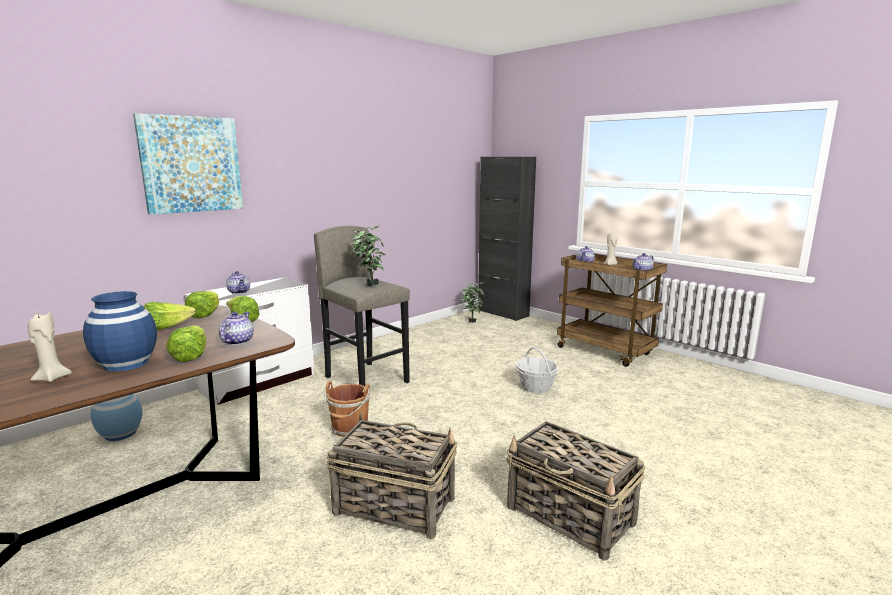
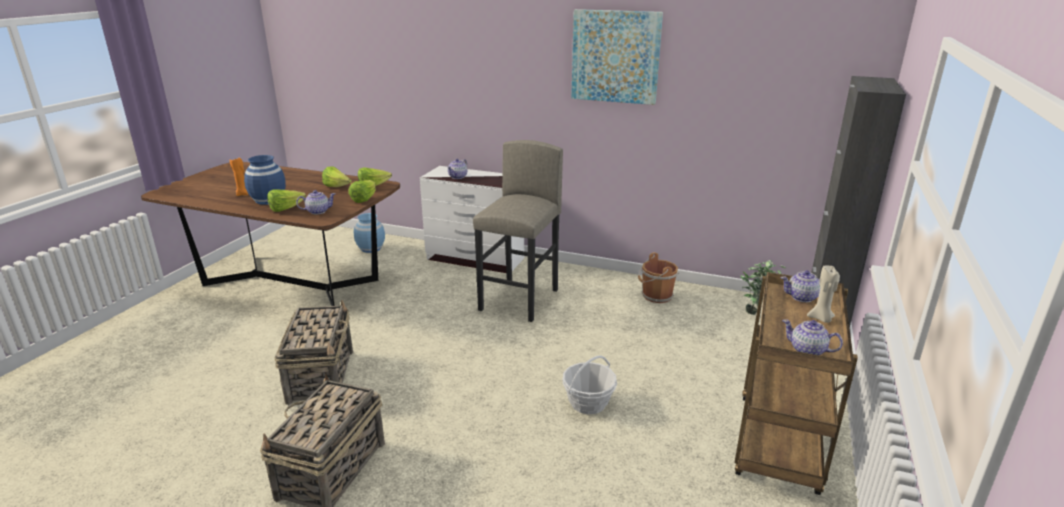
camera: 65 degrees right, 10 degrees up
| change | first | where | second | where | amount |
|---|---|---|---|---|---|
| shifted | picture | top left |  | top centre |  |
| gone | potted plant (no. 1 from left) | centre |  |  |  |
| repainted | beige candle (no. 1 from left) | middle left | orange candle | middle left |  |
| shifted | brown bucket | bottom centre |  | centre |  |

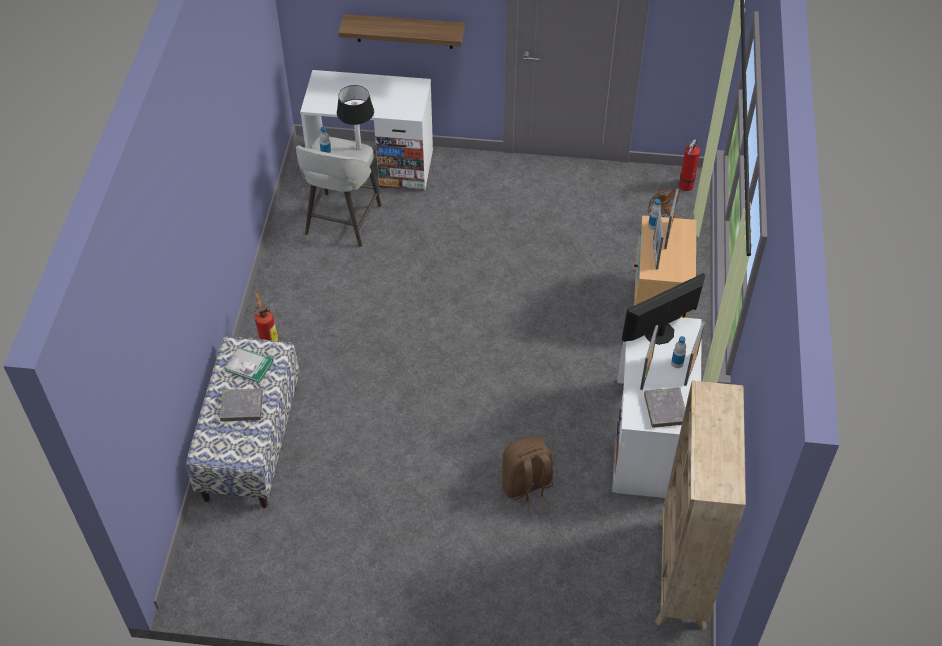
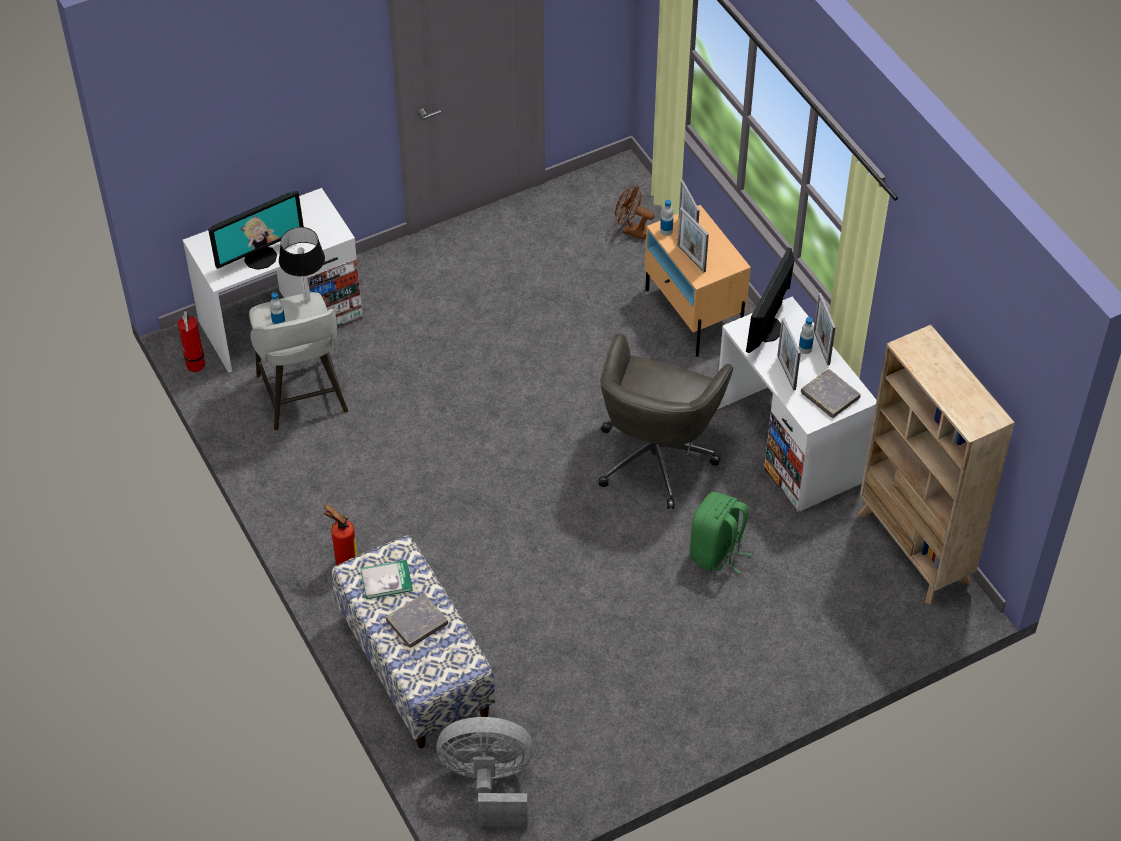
camera: 35 degrees left, 0 degrees up
| change | first | where | second | where | amount |
|---|---|---|---|---|---|
| gone | shelf | top centre |  |  |  |
| shifted | fire extinguisher (no. 2 from left in the first image) | top right | fire extinguisher (no. 1 from left) | middle left |  |
| repainted | brown backpack | bottom centre | green backpack | centre |  |
| new |  |  | monitor (no. 1 from left) | top left |  |
| new |  |  | grey office chair | centre |  |
| new |  |  | grey fan | bottom centre |  |

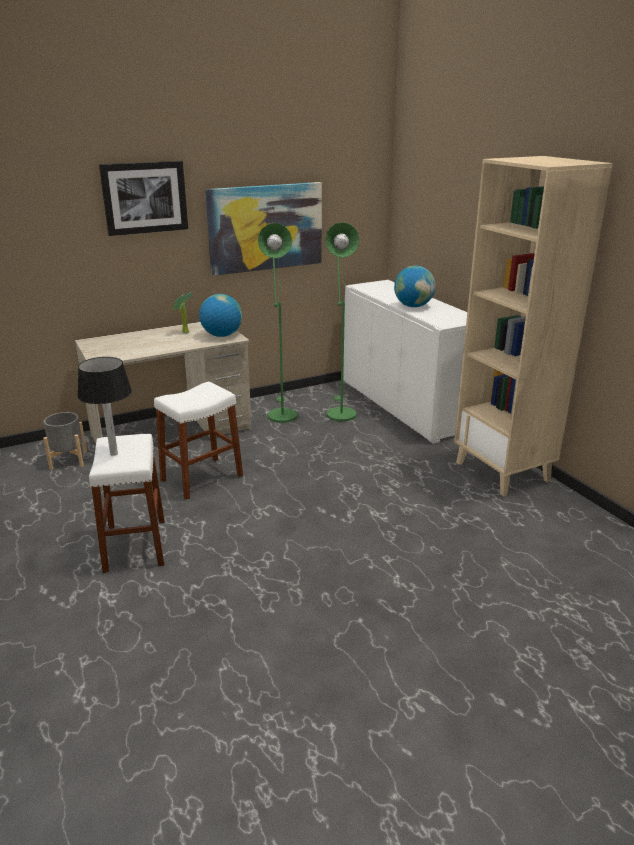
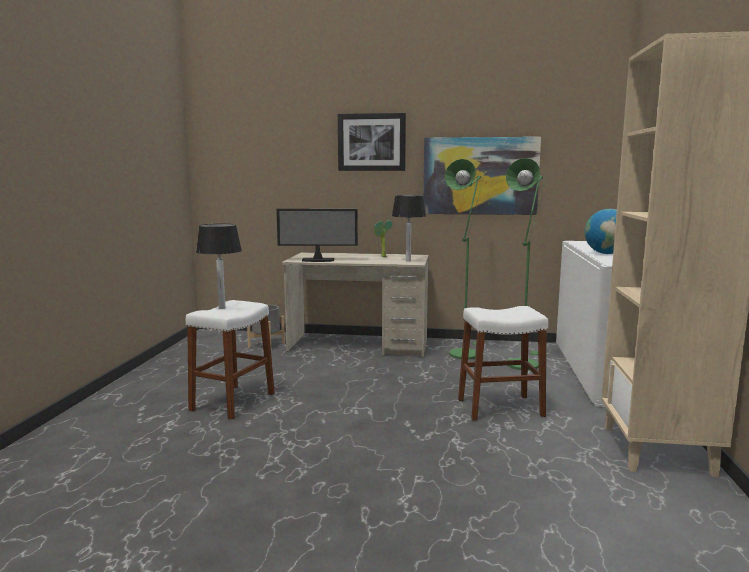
camera: 35 degrees right, 15 degrees down
| change | first | where | second | where | amount |
|---|---|---|---|---|---|
| swapped | globe (no. 1 from left) | centre | table lamp (no. 2 from left) | centre |  |
| shifted | white stool (no. 2 from left) | middle left |  | middle right |  |
| new |  |  | monitor | centre |  |

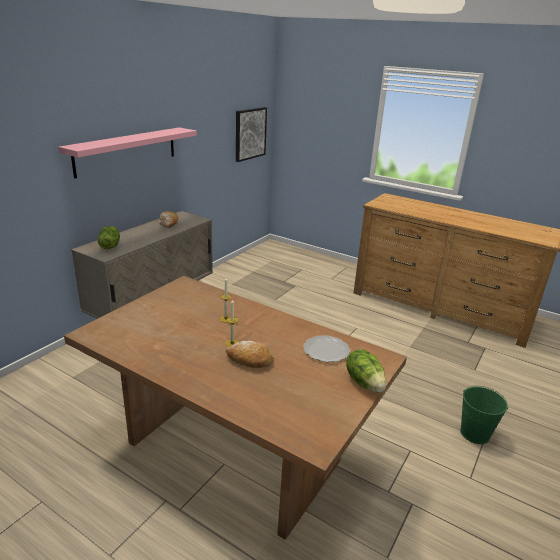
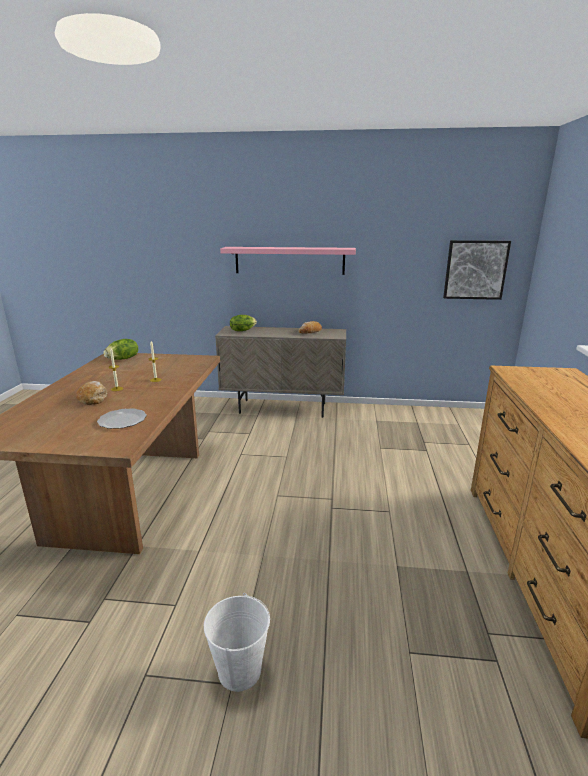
camera: 65 degrees right, 5 degrees down
| change | first | where | second | where | amount |
|---|---|---|---|---|---|
| shifted | lettuce (no. 2 from left in the first image) | centre | lettuce (no. 1 from left) | middle left |  |
| repainted | green bucket | bottom right | white bucket | bottom centre |  |

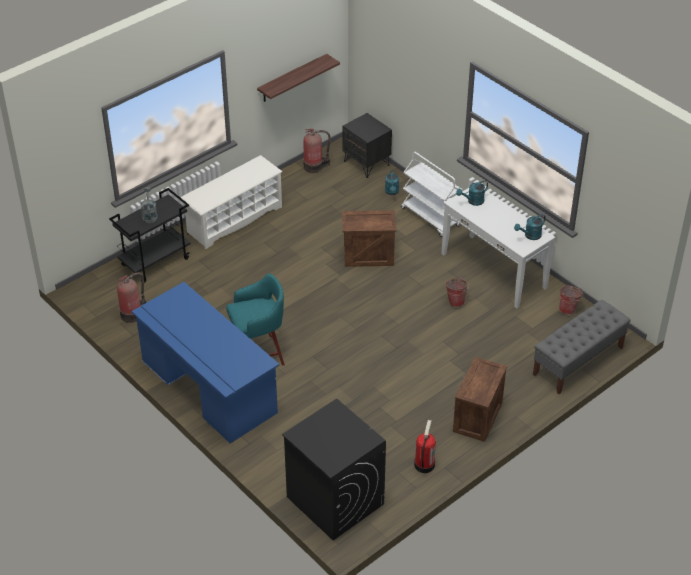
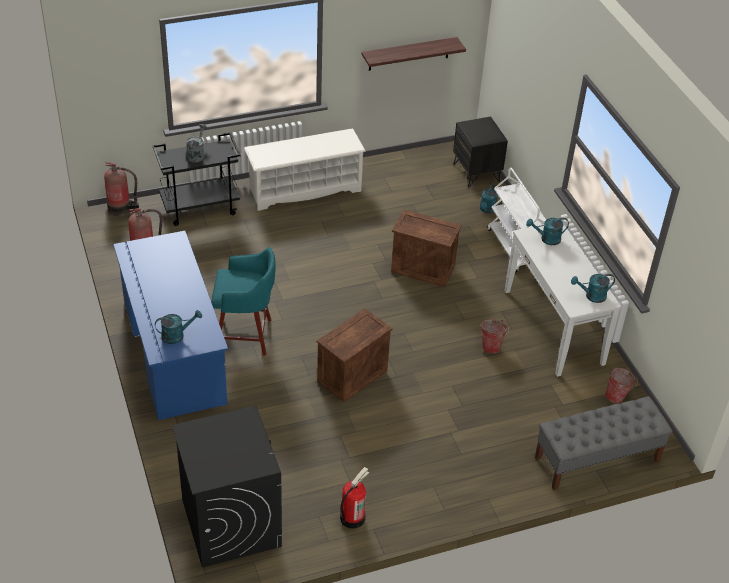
camera: 20 degrees right, 0 degrees up
| change | first | where | second | where | amount |
|---|---|---|---|---|---|
| shifted | fire extinguisher (no. 2 from left in the first image) | top centre | fire extinguisher (no. 1 from left) | top left |  |
| shifted | crate (no. 2 from left in the first image) | bottom right | crate (no. 1 from left) | centre |  |
| new |  |  | turquoise watering can (no. 1 from left) | middle left |  |

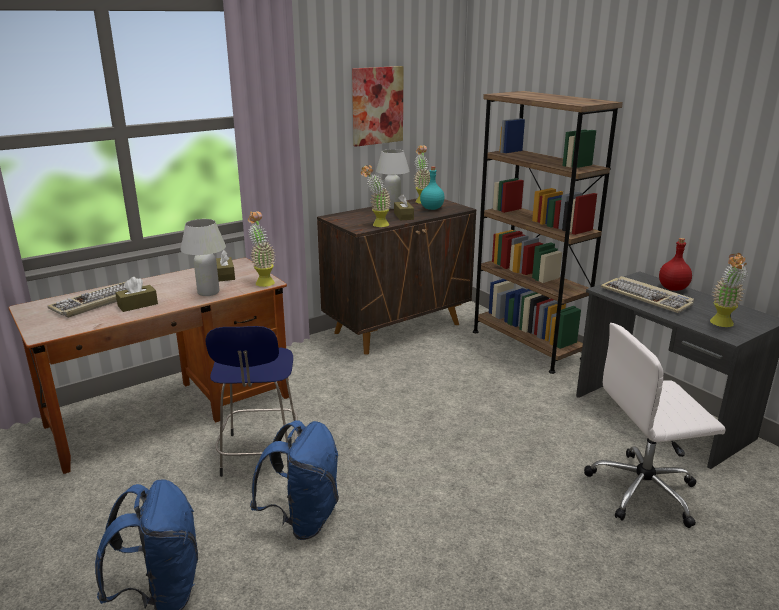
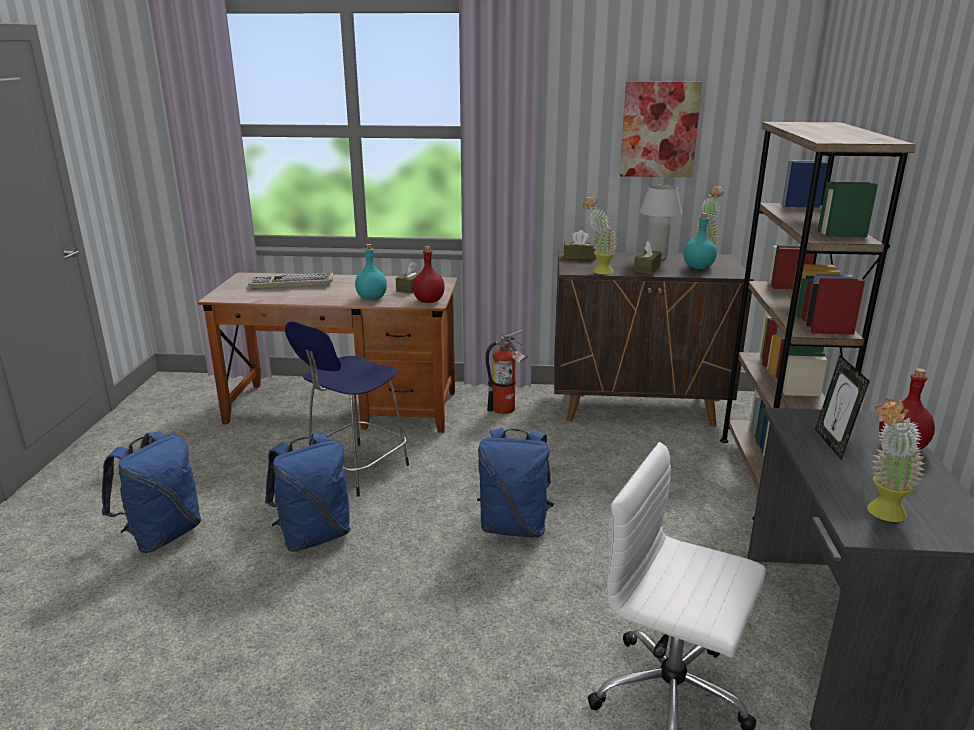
camera: 40 degrees right, 0 degrees up
| change | first | where | second | where | amount |
|---|---|---|---|---|---|
| swapped | potted plant (no. 1 from left) | centre | red bottle (no. 1 from left) | centre |  |
| swapped | white table lamp (no. 1 from left) | middle left | turquoise bottle (no. 1 from left) | centre |  |
| swapped | keyboard (no. 2 from left) | middle right | picture frame | middle right |  |
| shifted | brown tissue box (no. 1 from left in the first image) | middle left | brown tissue box (no. 2 from left) | centre |  |
| new |  |  | fire extinguisher | centre |  |
| new |  |  | blue backpack (no. 3 from left) | centre |  |

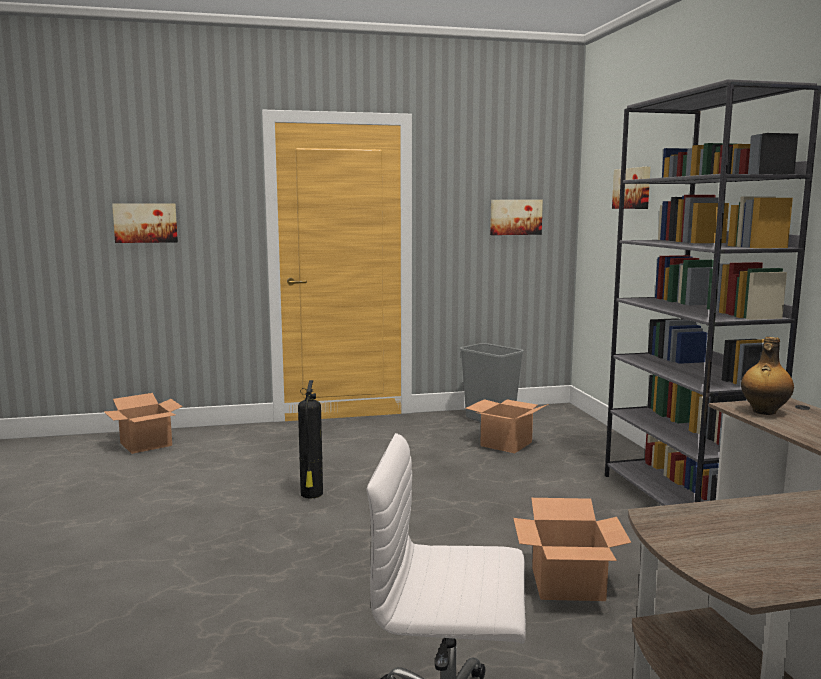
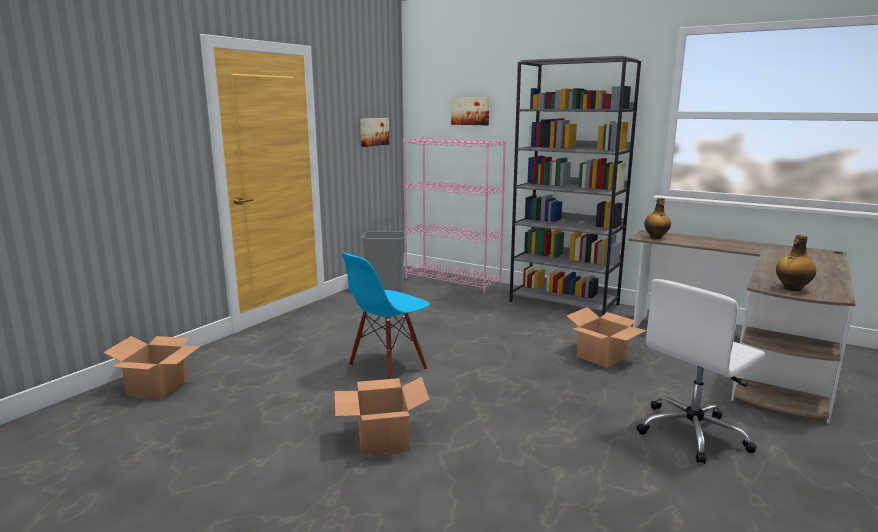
camera: 45 degrees left, 5 degrees up
| change | first | where | second | where | amount |
|---|---|---|---|---|---|
| gone | picture (no. 1 from left) | top left |  |  |  |
| swapped | fire extinguisher | centre | blue chair | centre |  |
| shifted | cardboard box (no. 2 from left) | centre |  | bottom centre |  |
| new |  |  | pink bookcase | centre |  |
| new |  |  | bottle (no. 2 from left) | middle right |  |

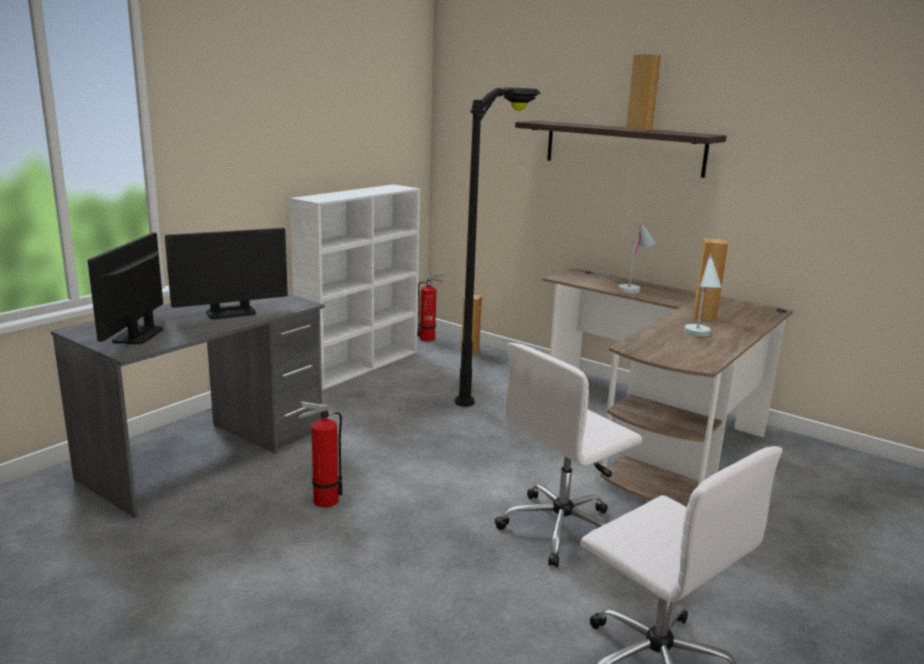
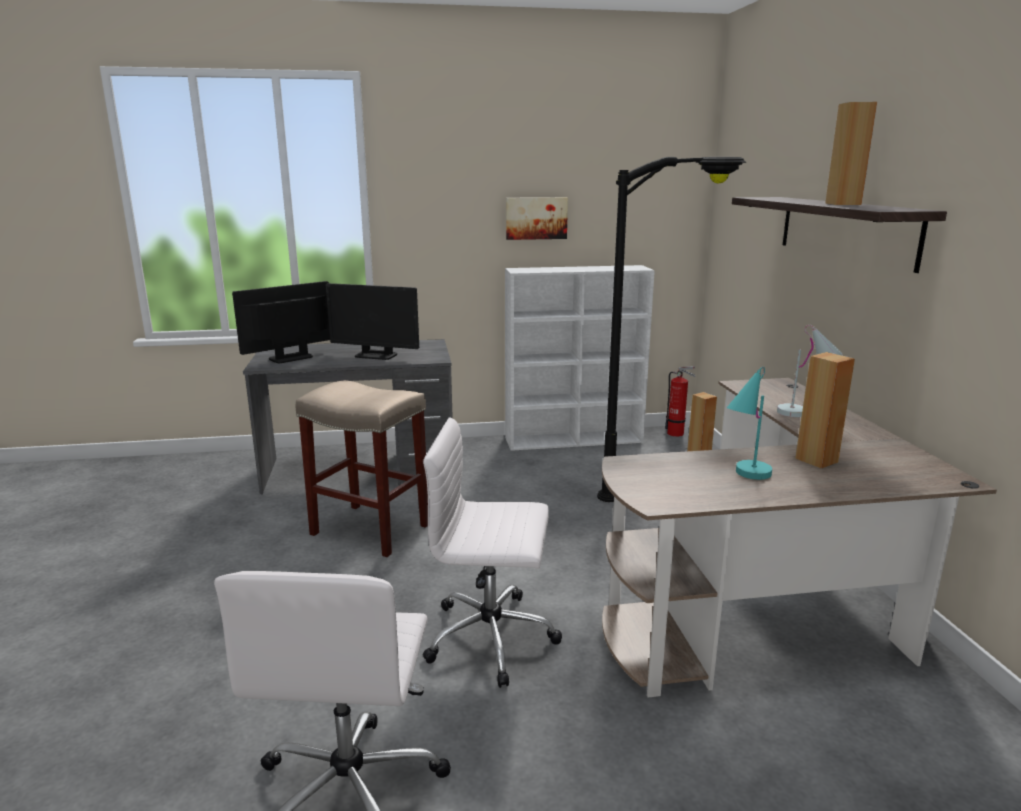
camera: 45 degrees right, 0 degrees up
| change | first | where | second | where | amount |
|---|---|---|---|---|---|
| repainted | white table lamp (no. 2 from left) | middle right | turquoise table lamp | middle right |  |
| swapped | fire extinguisher (no. 1 from left) | bottom centre | beige stool | centre |  |
| new |  |  | picture | top centre |  |

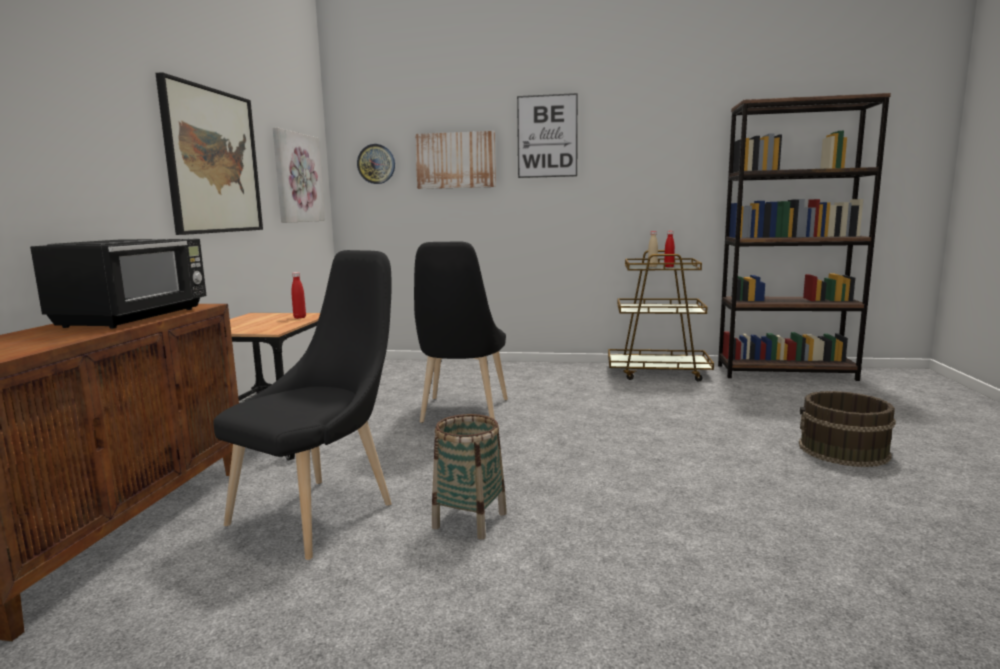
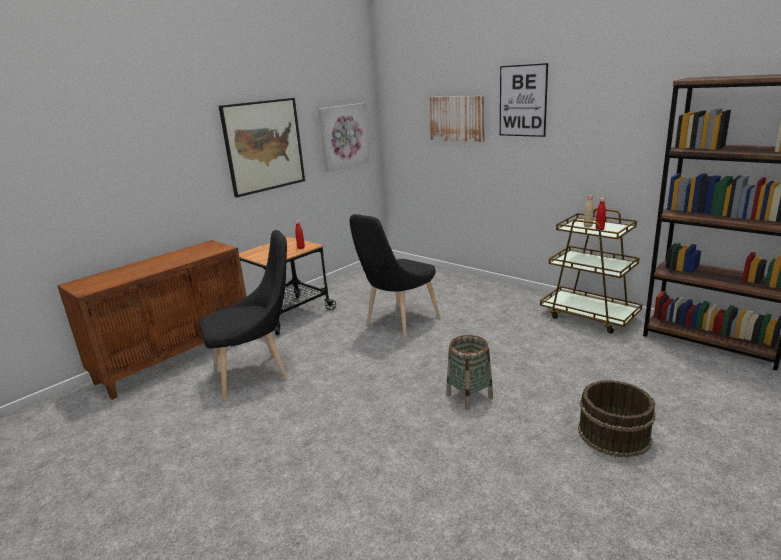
camera: 35 degrees right, 10 degrees up
| change | first | where | second | where | amount |
|---|---|---|---|---|---|
| gone | wall clock | top centre |  |  |  |
| gone | black microwave | middle left |  |  |  |
| shifted | basket | bottom centre |  | centre |  |

